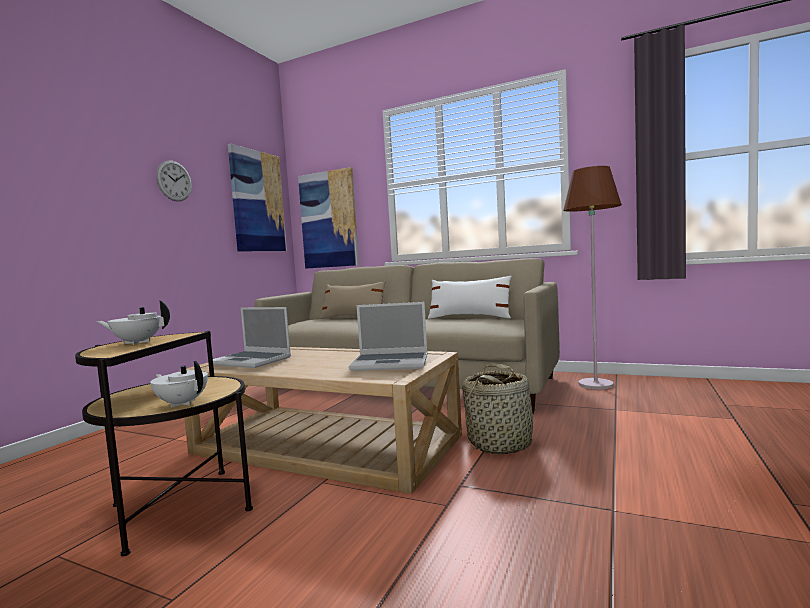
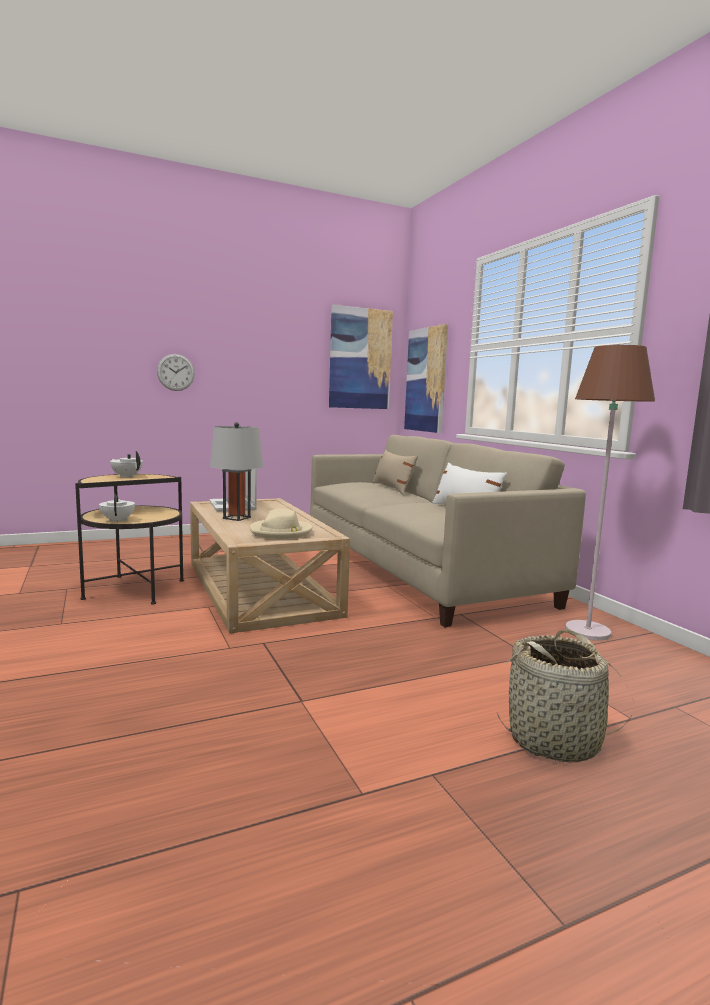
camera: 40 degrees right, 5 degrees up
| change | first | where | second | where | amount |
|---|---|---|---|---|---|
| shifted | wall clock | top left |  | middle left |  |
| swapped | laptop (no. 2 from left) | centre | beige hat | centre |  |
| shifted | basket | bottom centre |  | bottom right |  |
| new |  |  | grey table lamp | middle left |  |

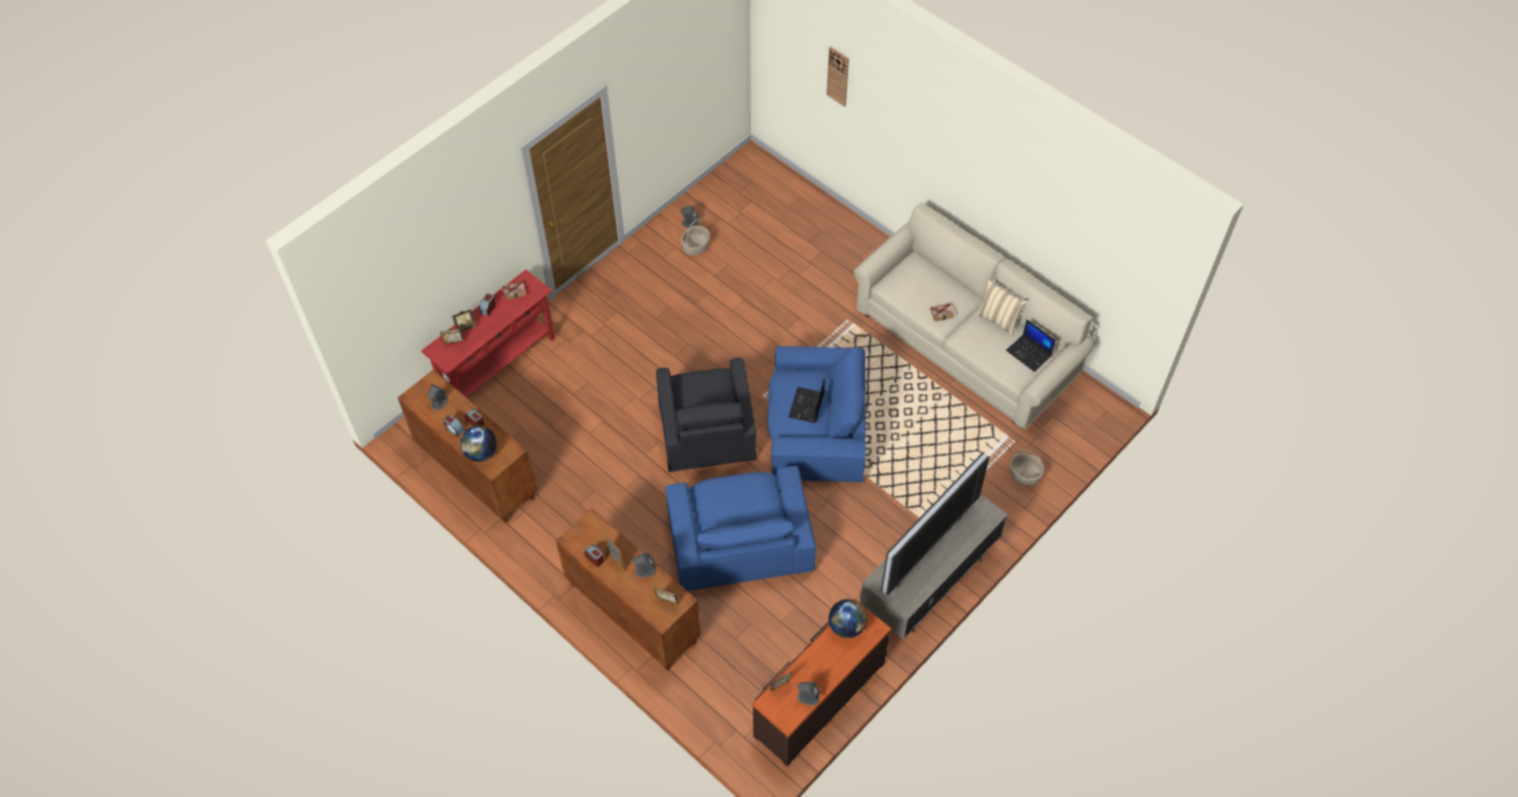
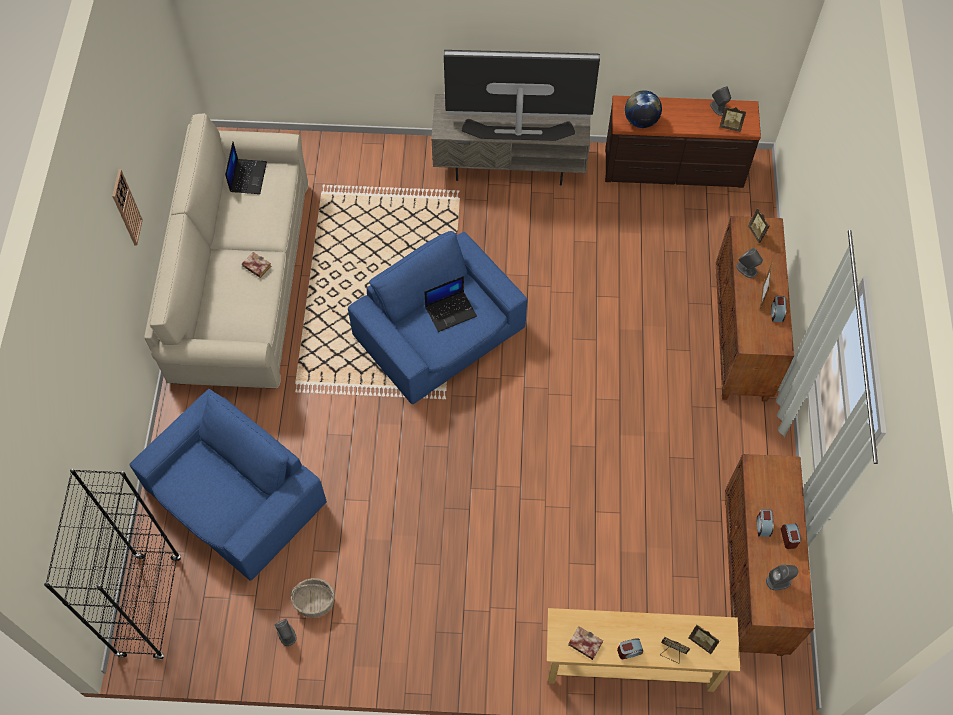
camera: 130 degrees left, 5 degrees up
| change | first | where | second | where | amount |
|---|---|---|---|---|---|
| shifted | wall clock | top centre |  | top left |  |
| repainted | red console table | middle left | beige console table | bottom right |  |
| gone | beige pillow | centre |  |  |  |
| gone | black armchair | centre |  |  |  |
| gone | globe (no. 1 from left) | middle left |  |  |  |
| gone | basket (no. 2 from left) | middle right |  |  |  |
| shifted | blue armchair (no. 1 from left) | centre |  | bottom left |  |
| new |  |  | black bookcase | bottom left |  |

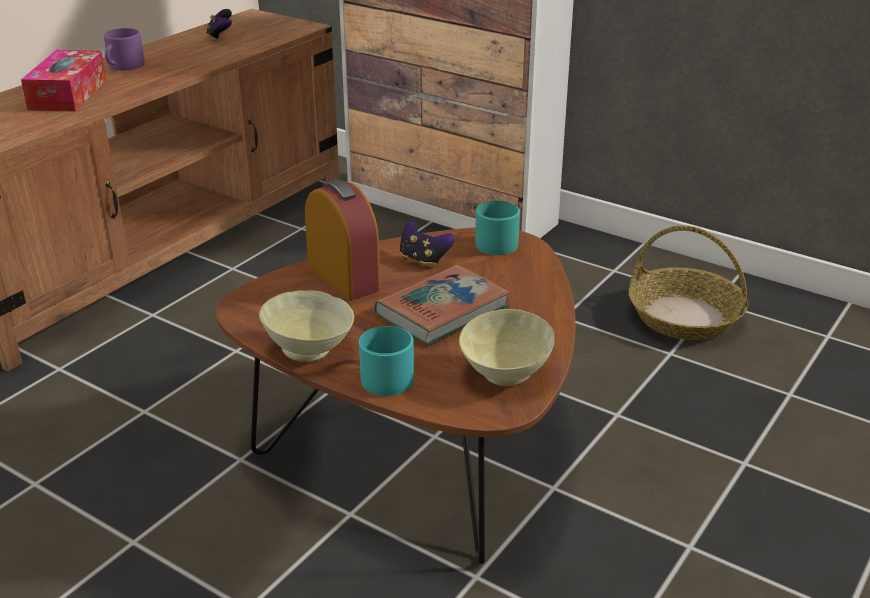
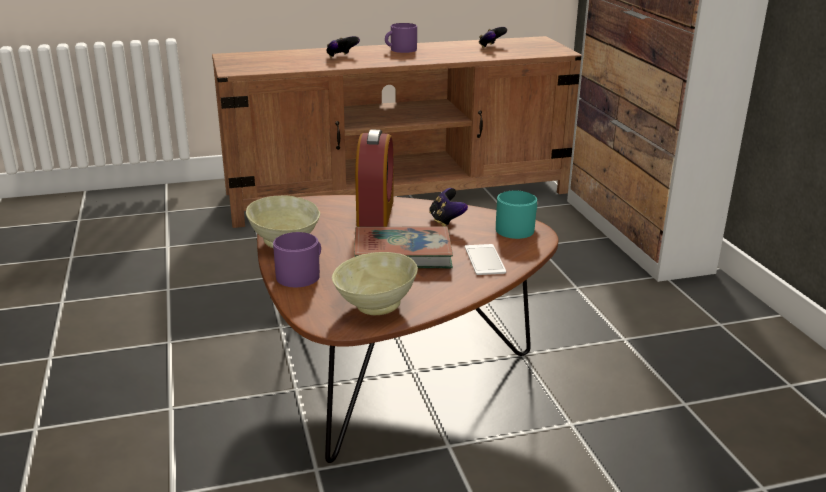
camera: 40 degrees right, 5 degrees down
| change | first | where | second | where | amount |
|---|---|---|---|---|---|
| swapped | tissue box | top left | game controller (no. 1 from left) | top centre |  |
| gone | basket | middle right |  |  |  |
| repainted | turquoise mug (no. 1 from left) | centre | purple mug (no. 1 from left) | centre |  |
| new |  |  | phone | centre |  |

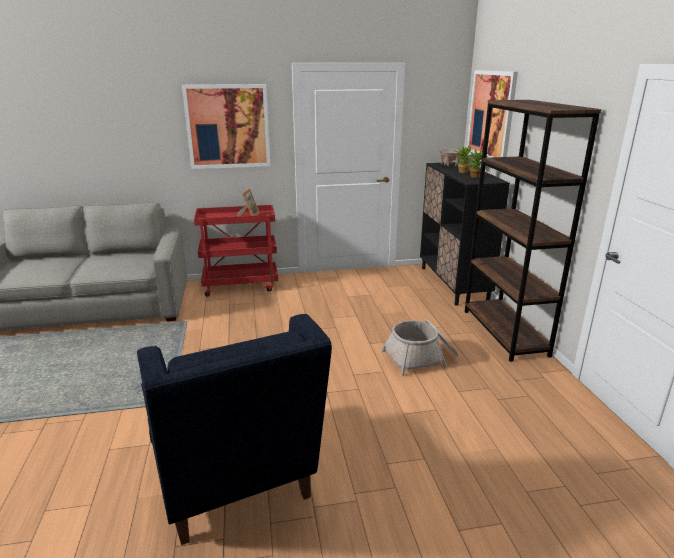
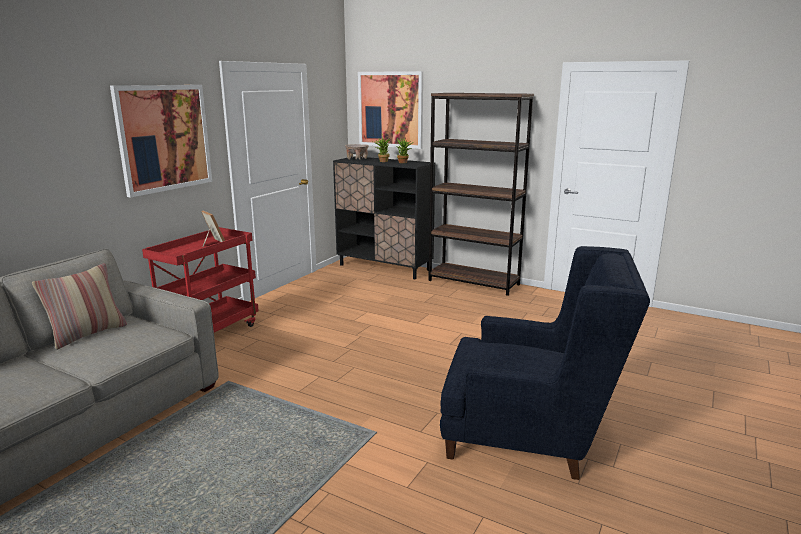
camera: 50 degrees left, 5 degrees down
| change | first | where | second | where | amount |
|---|---|---|---|---|---|
| gone | basket | centre |  |  |  |
| new |  |  | pillow | middle left |  |

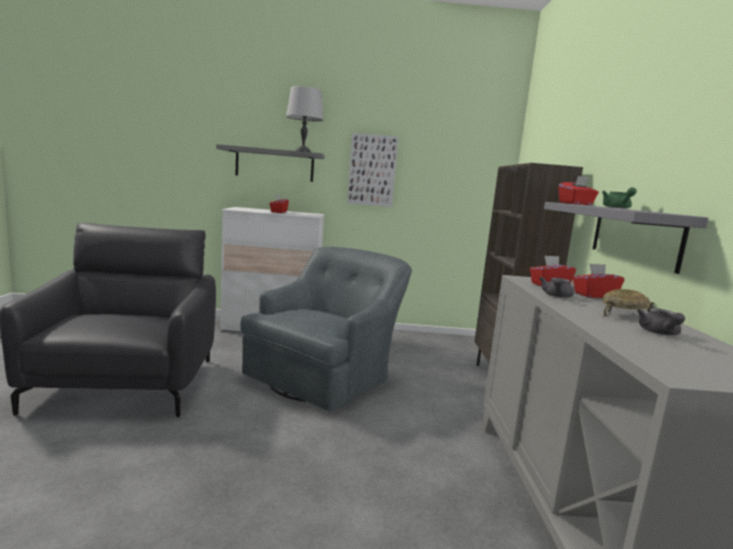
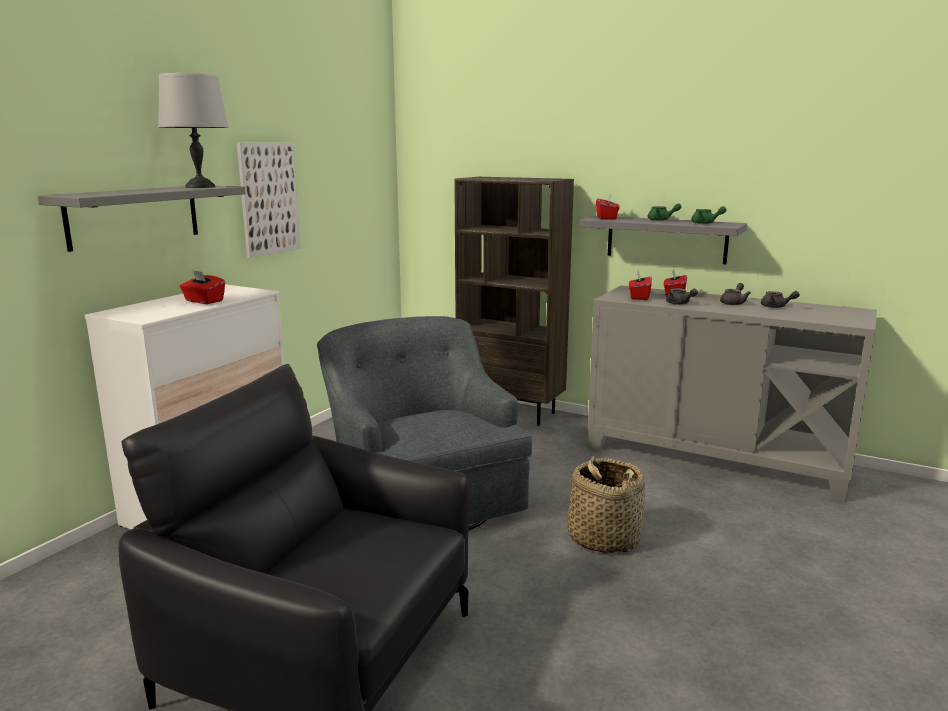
camera: 60 degrees left, 5 degrees up
| change | first | where | second | where | amount |
|---|---|---|---|---|---|
| swapped | beige bowl | middle right | grey teapot (no. 2 from left) | middle right |  |
| new |  |  | green teapot (no. 2 from left) | top right |  |
| new |  |  | basket | bottom centre |  |

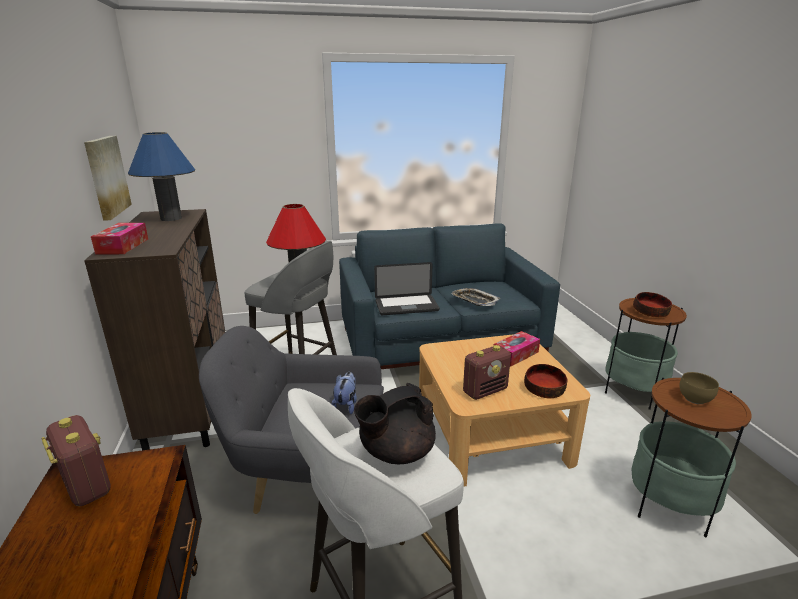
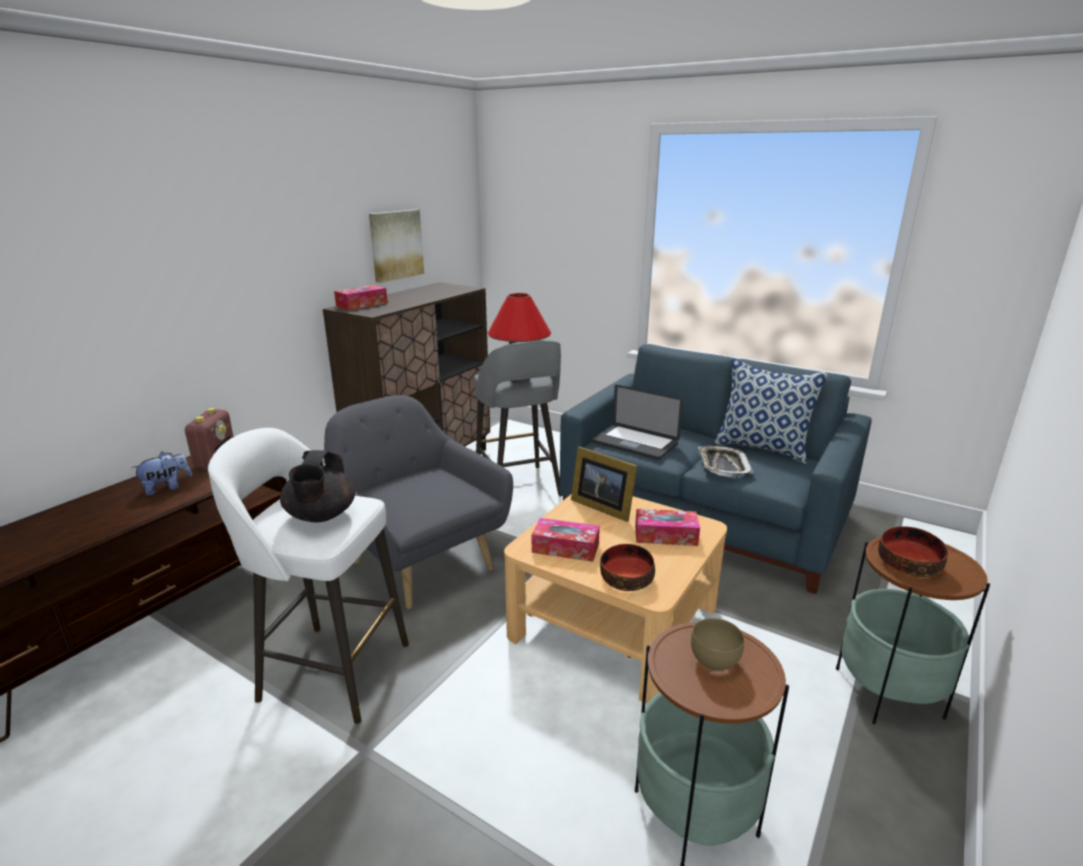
camera: 45 degrees right, 0 degrees up
| change | first | where | second | where | amount |
|---|---|---|---|---|---|
| gone | blue table lamp | top left |  |  |  |
| swapped | radio (no. 2 from left) | centre | tissue box (no. 2 from left) | centre |  |
| shifted | plush toy | centre |  | middle left |  |
| rotated | black teapot | bottom centre |  | middle left | 105 degrees counterclockwise |
| new |  |  | pillow | middle right |  |
| new |  |  | picture frame | centre |  |

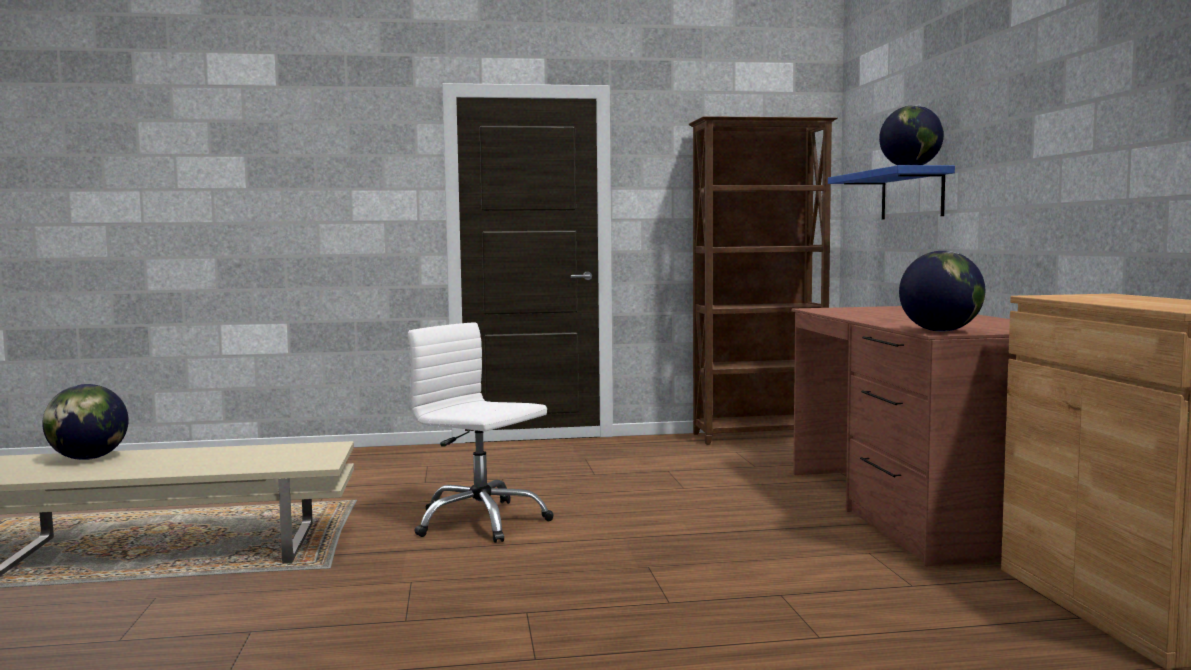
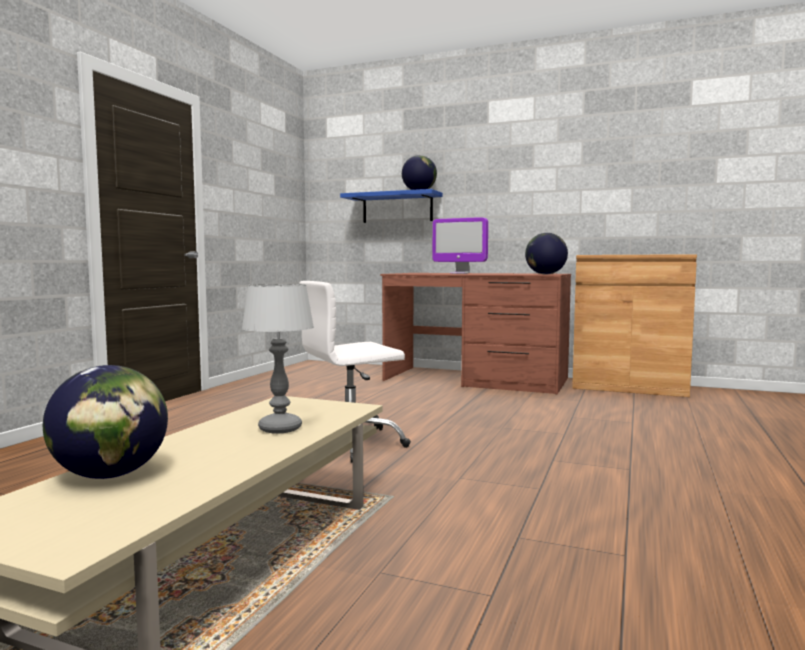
camera: 60 degrees left, 0 degrees up
| change | first | where | second | where | amount |
|---|---|---|---|---|---|
| gone | brown bookcase | centre |  |  |  |
| new |  |  | monitor | centre |  |
| new |  |  | table lamp | centre |  |

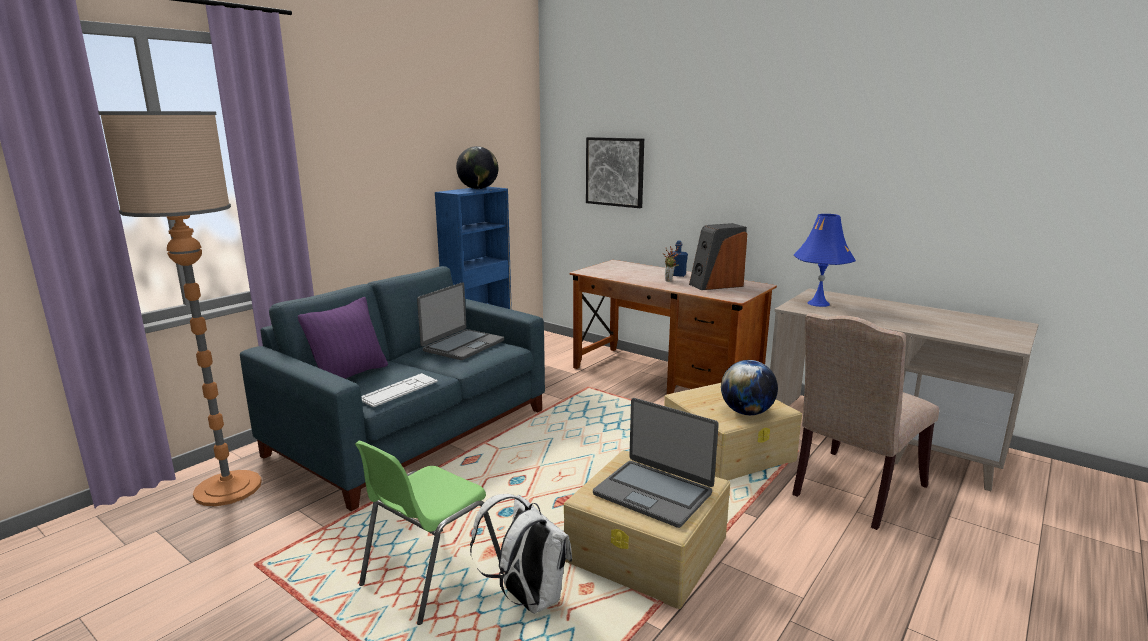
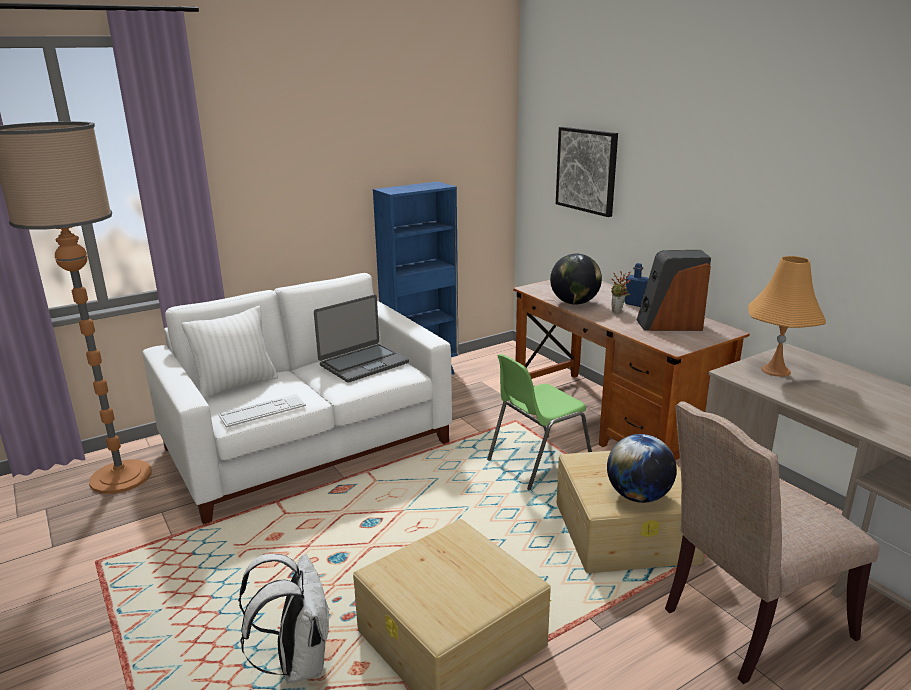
camera: 20 degrees right, 5 degrees up
| change | first | where | second | where | amount |
|---|---|---|---|---|---|
| shifted | globe (no. 1 from left) | top centre |  | centre |  |
| repainted | blue table lamp | middle right | orange table lamp | middle right |  |
| repainted | blue sofa | centre | white sofa | middle left |  |
| repainted | purple pillow | middle left | white pillow | middle left |  |
| gone | laptop (no. 2 from left) | bottom centre |  |  |  |
| shifted | green chair | bottom centre |  | centre |  |

